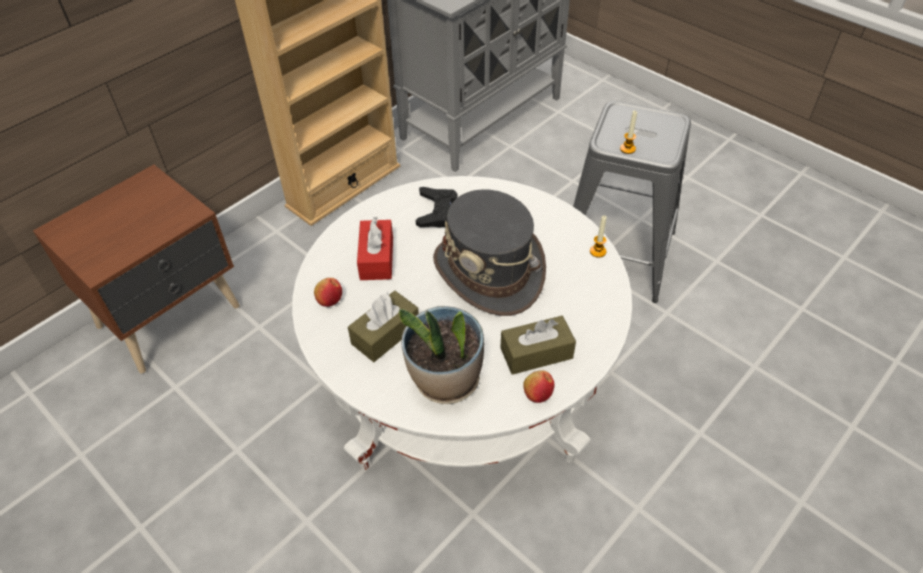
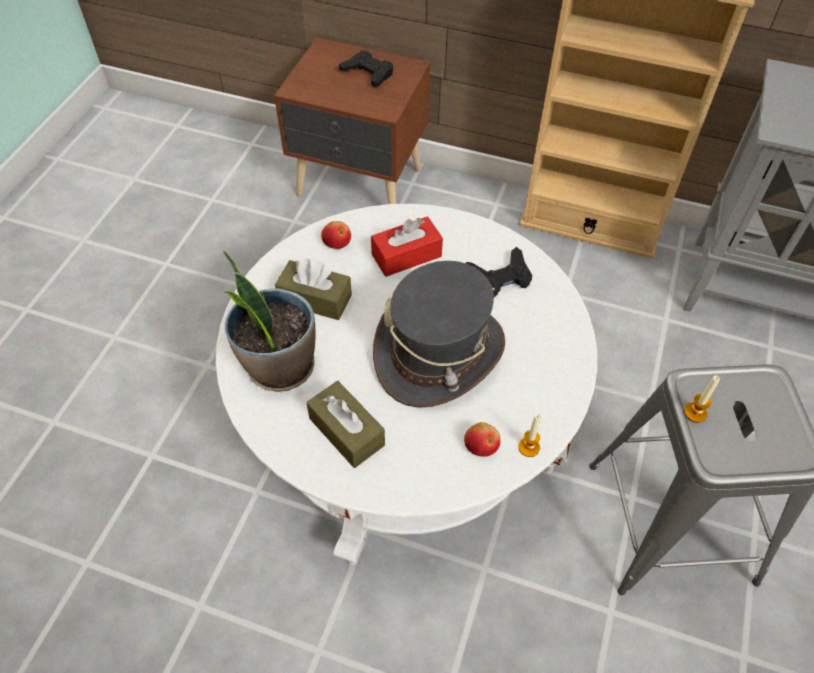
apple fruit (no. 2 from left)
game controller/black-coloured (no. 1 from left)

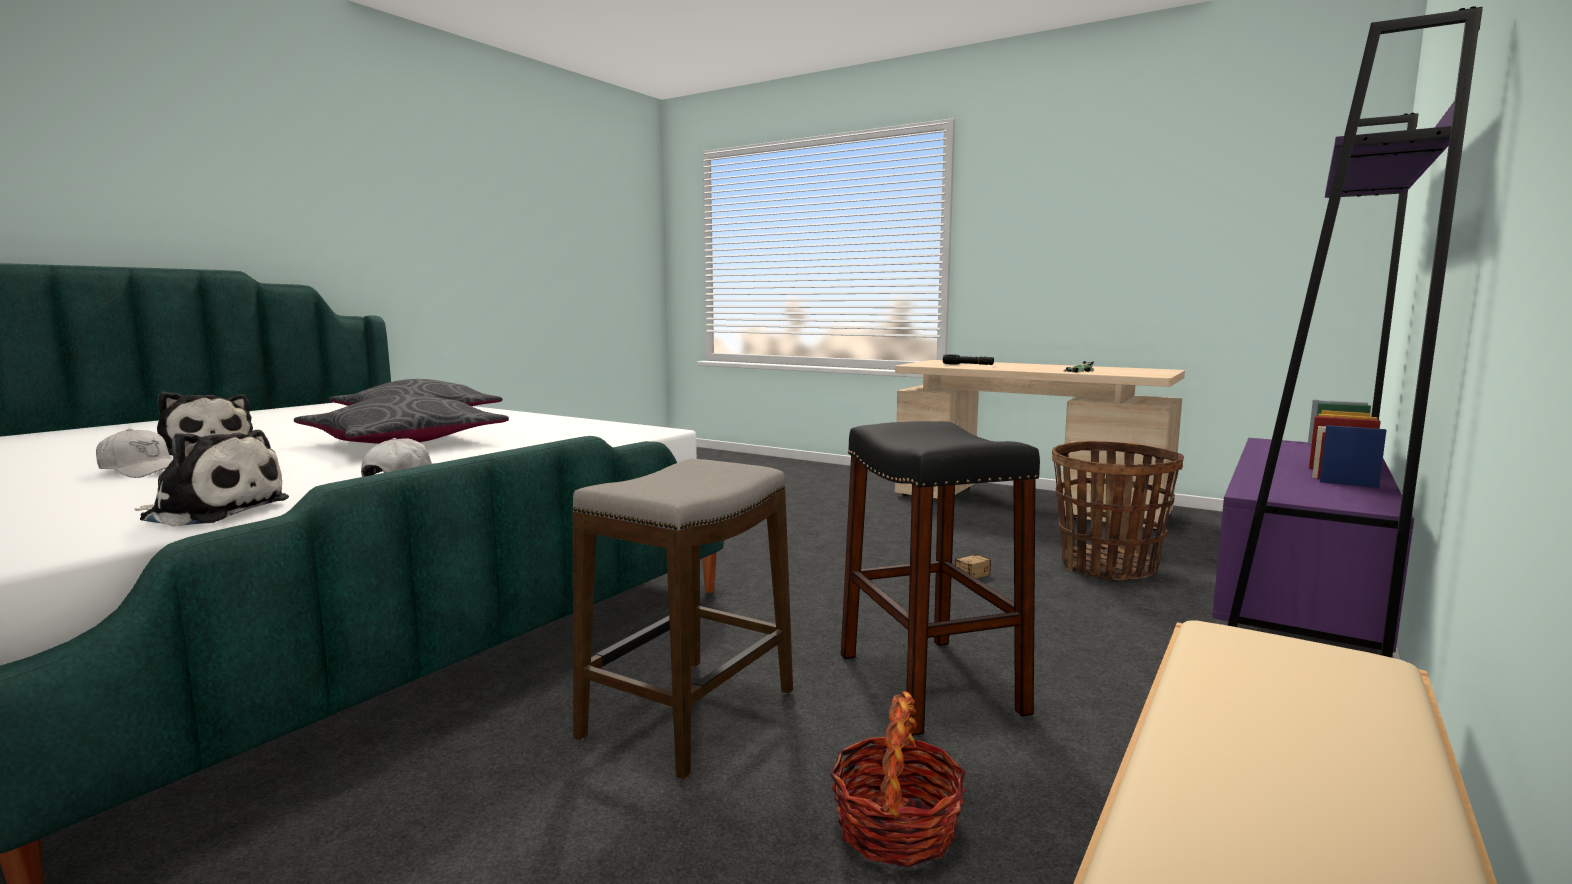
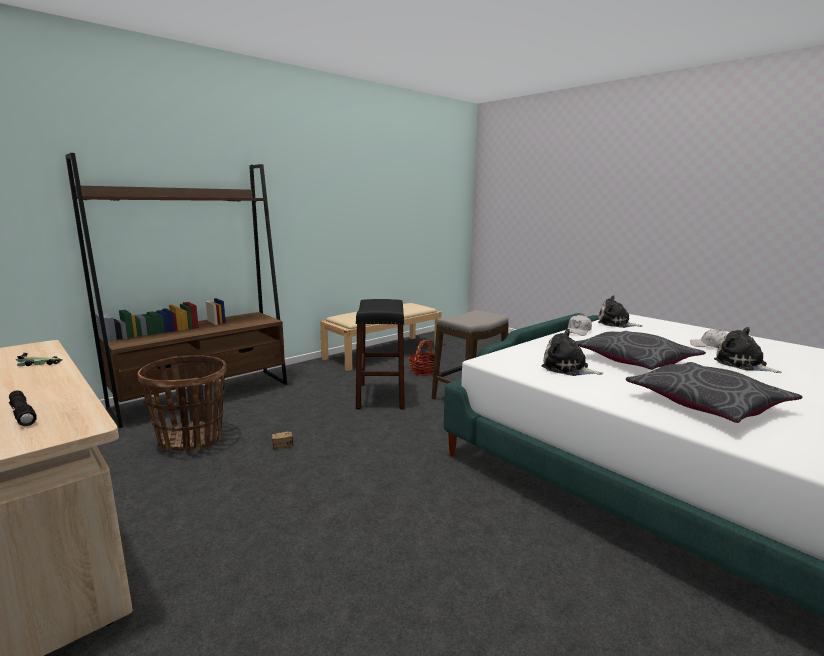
bookshelf/brownish
cuddly toy (no. 1 from left)

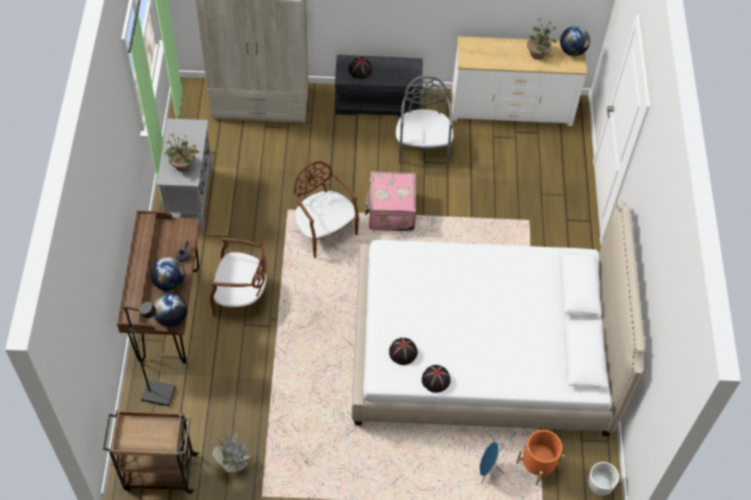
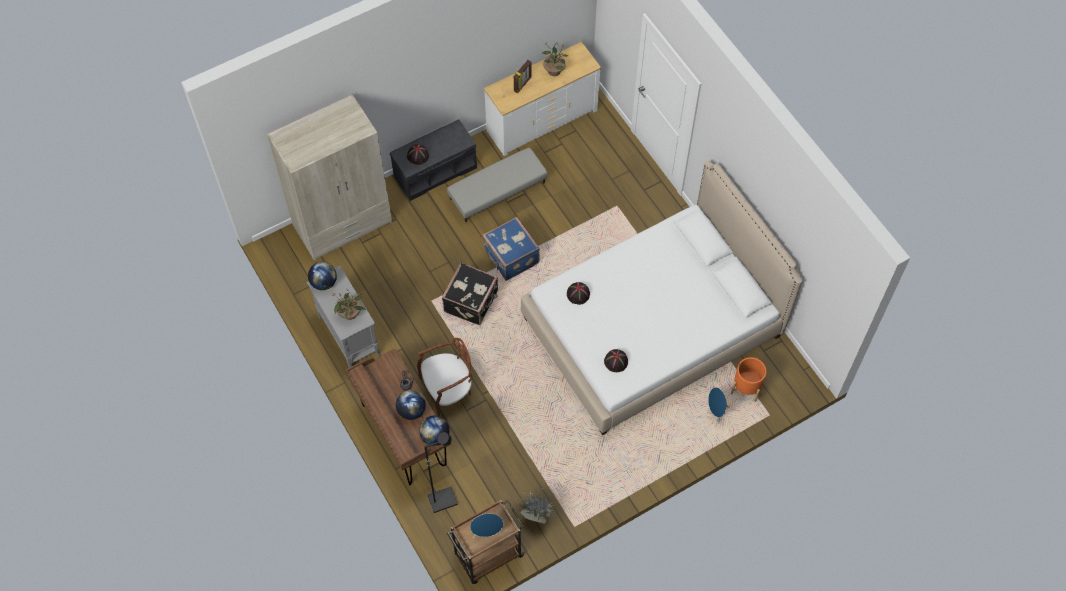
travel case/black-coloured
travel case/blue
pouffe/grey
hat/black-coloured (no. 2 from left)
desk globe (no. 1 from left)
planter/white-coloured
audio speaker/blue (no. 1 from left)
photo frame

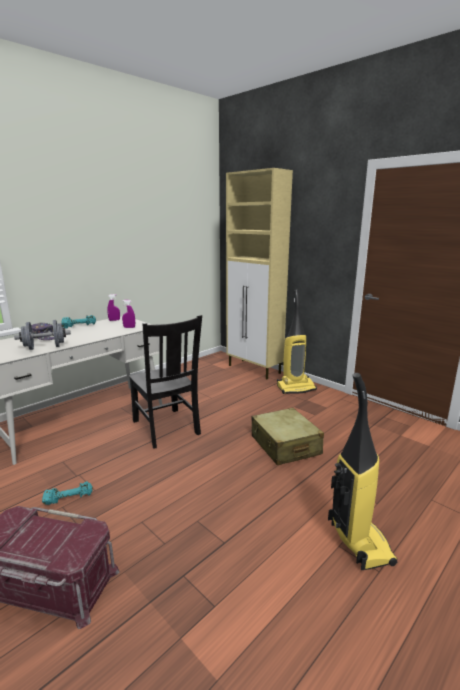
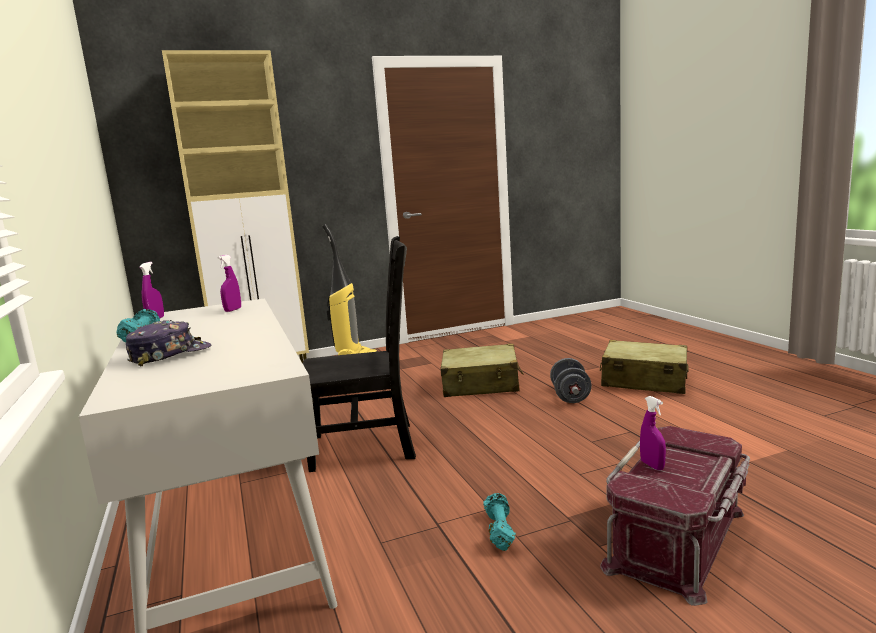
free weight/grey
travel case/beige (no. 2 from left)
hand sprayer/purple-coloured (no. 3 from left)

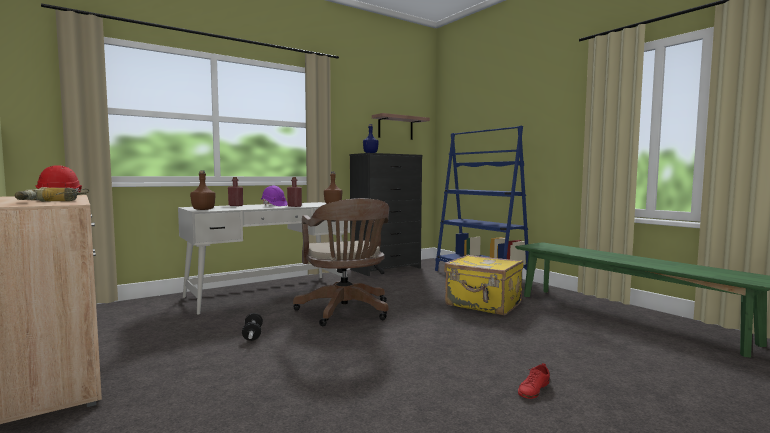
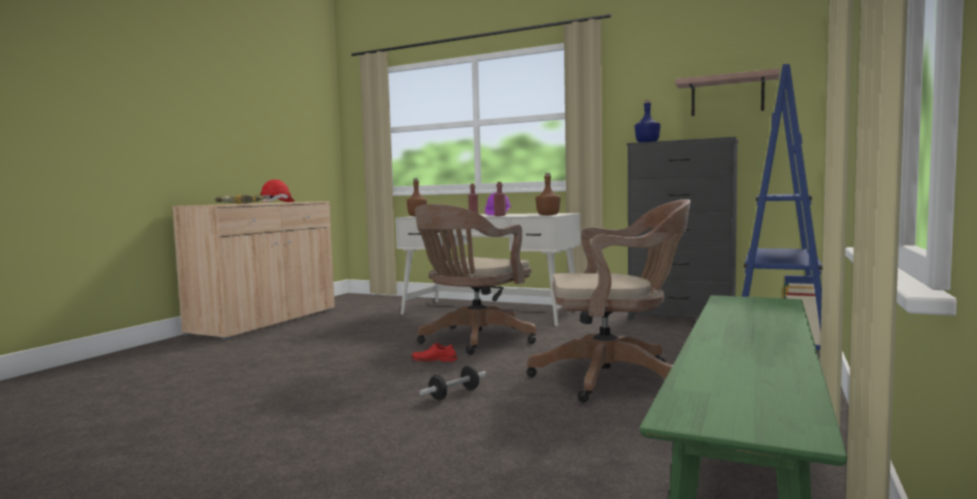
free weight
computer chair/brownish (no. 2 from left)
low shoe/reddish

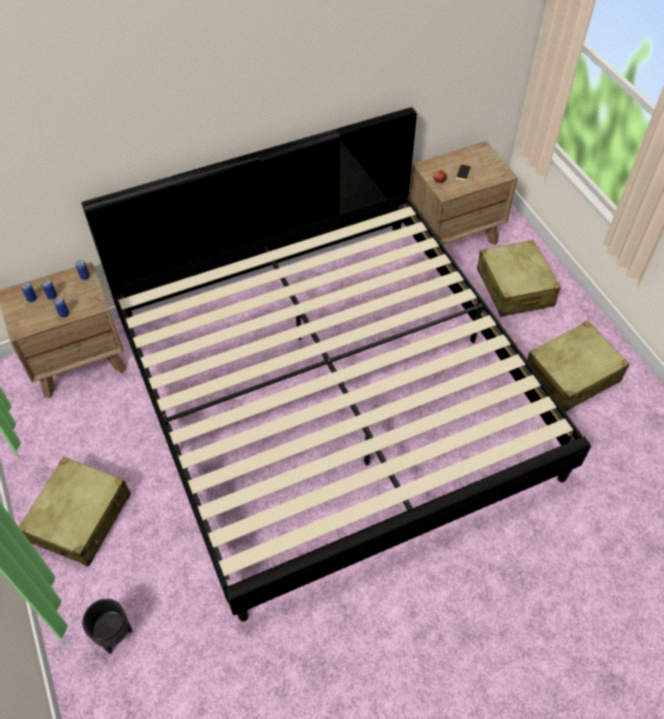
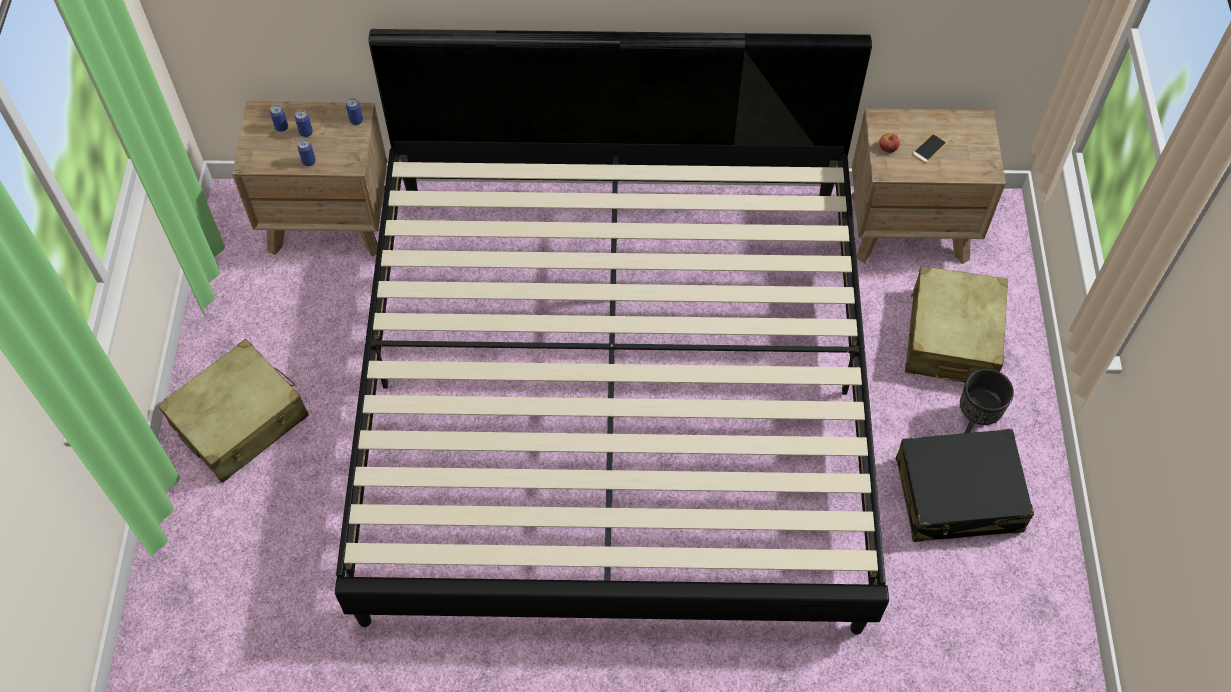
planter/black-coloured
travel case/black-coloured

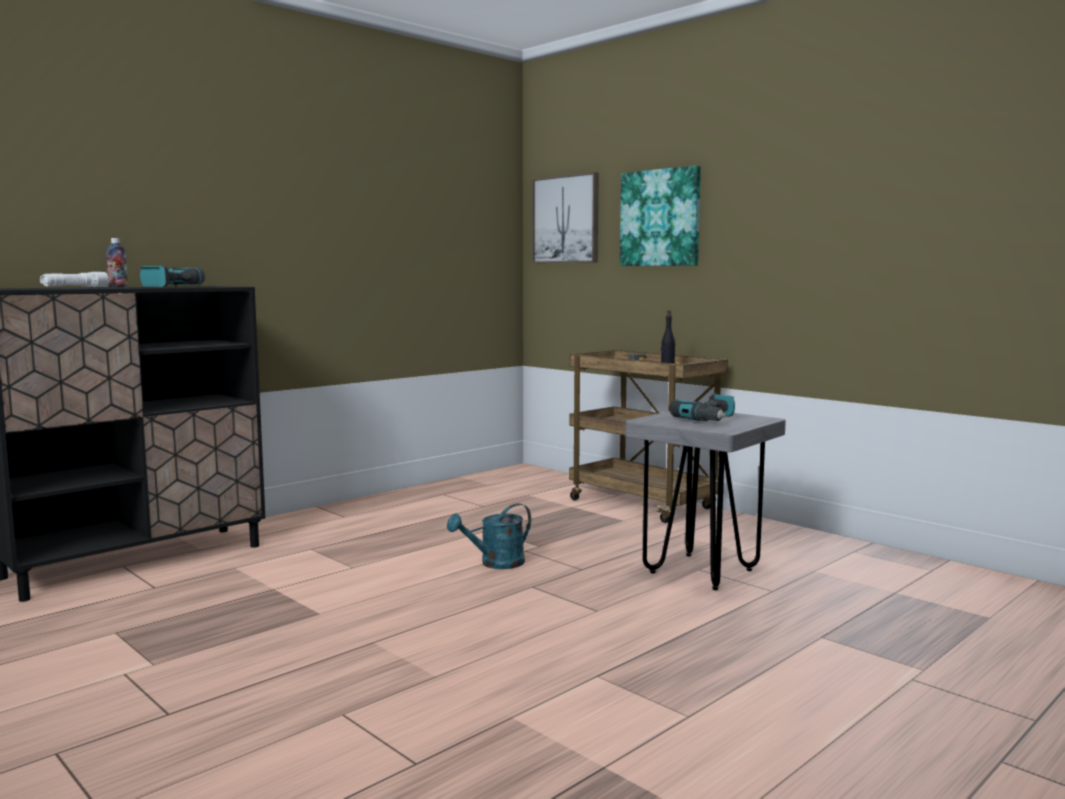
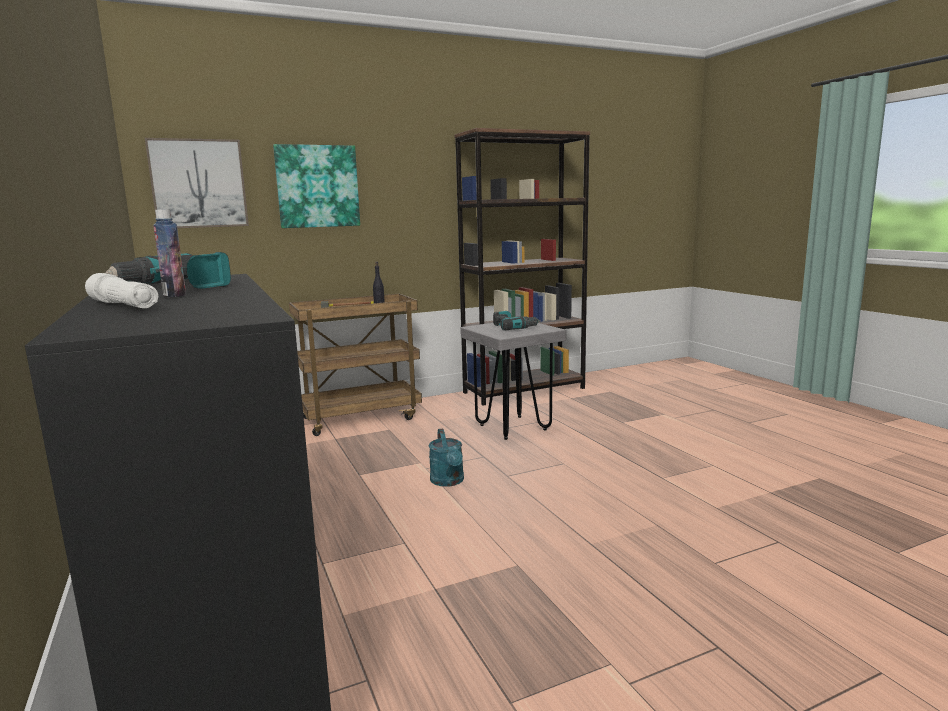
bookshelf/brownish

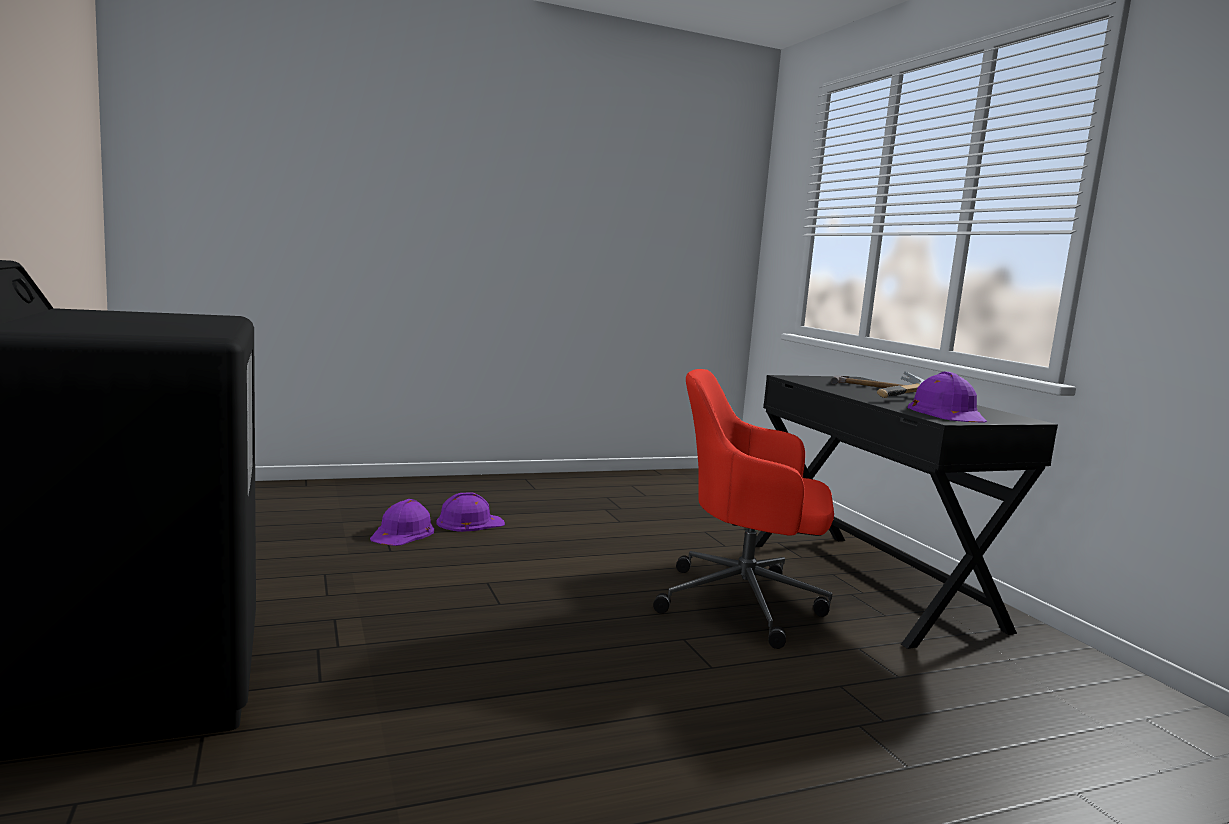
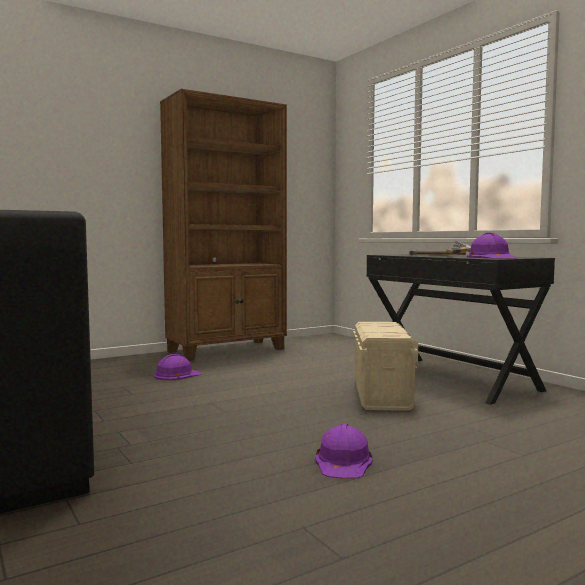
hard hat/purple-coloured (no. 2 from left)
storage container/beige
bookshelf/brownish

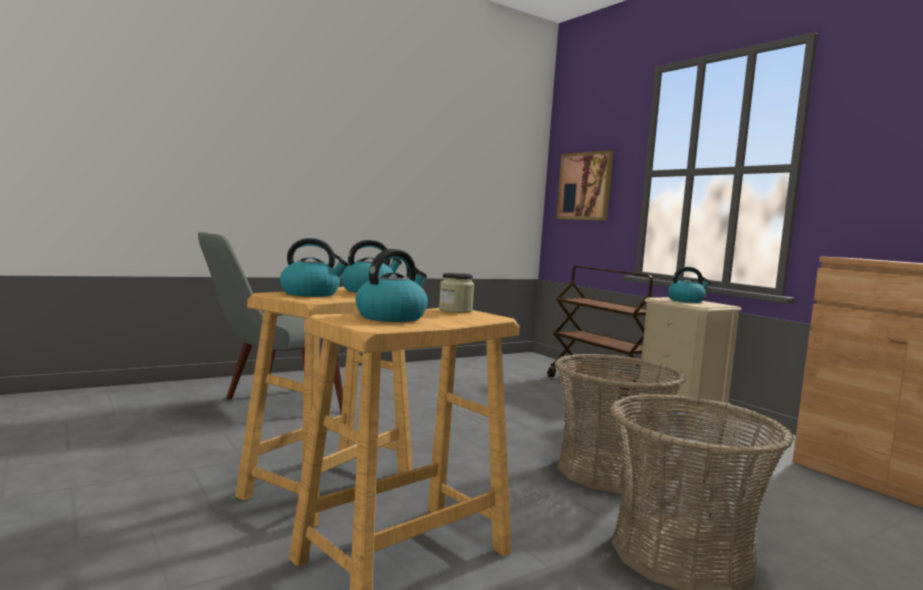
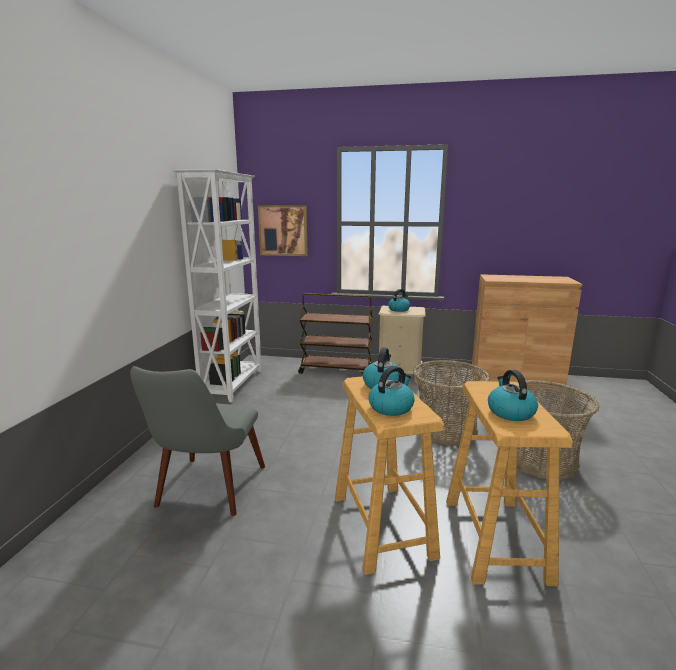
preserve jar
bookshelf/white-coloured

